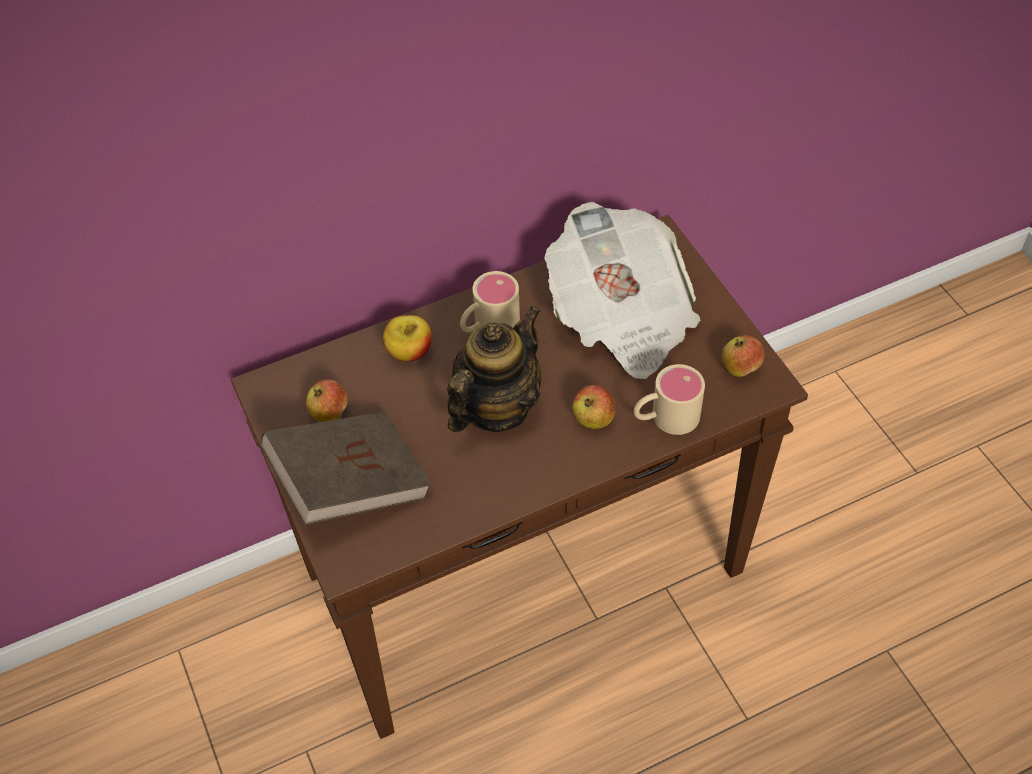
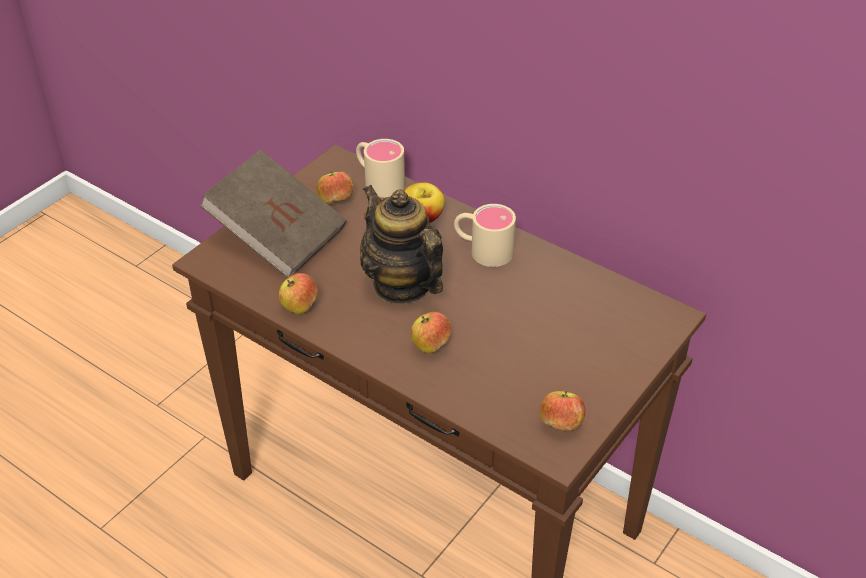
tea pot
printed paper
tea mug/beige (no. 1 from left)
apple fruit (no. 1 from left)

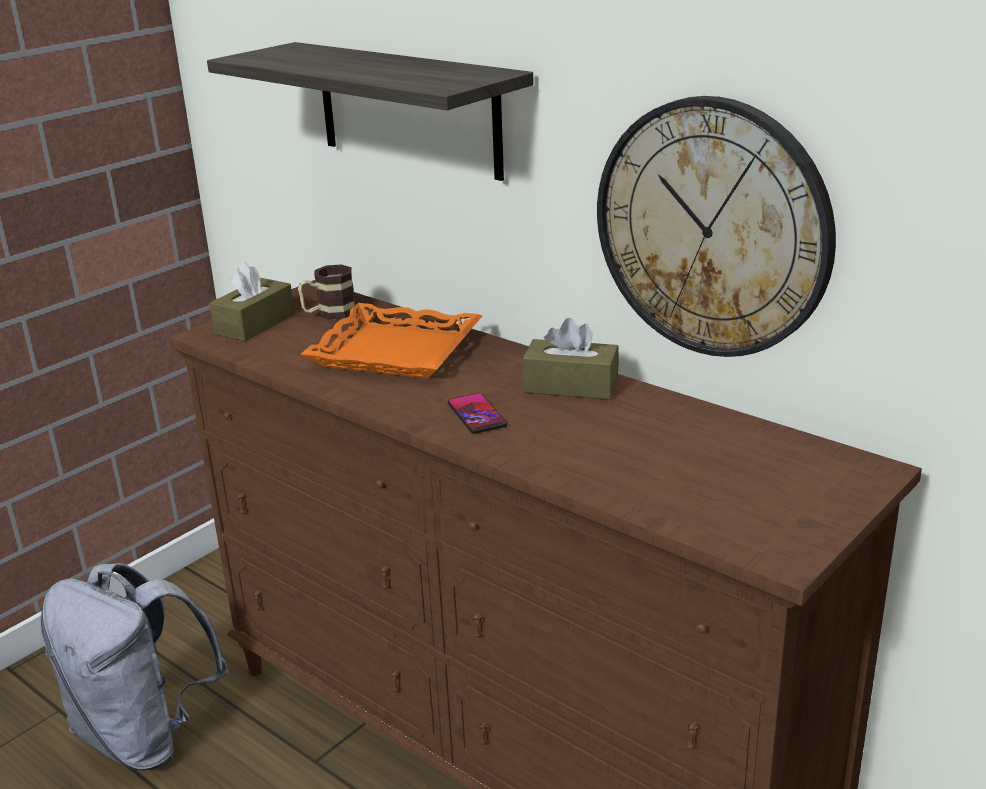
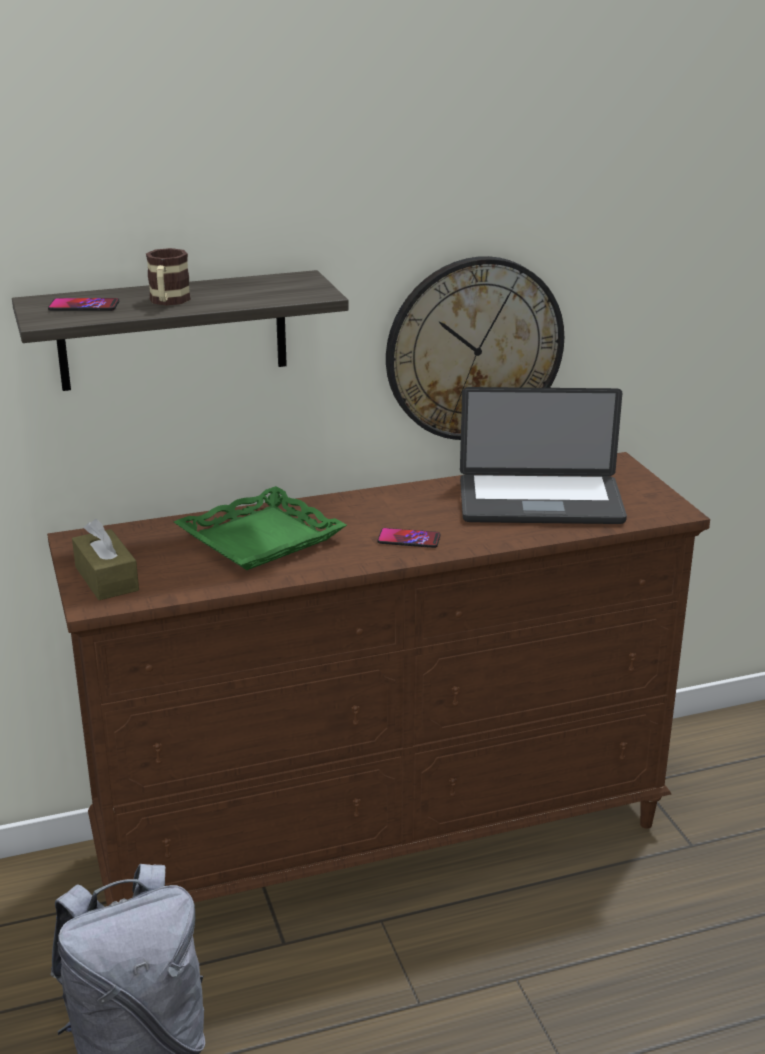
tea mug
serving tray/greenish
box of tissues/brownish (no. 2 from left in the first image)
handset (no. 1 from left)
notebook computer

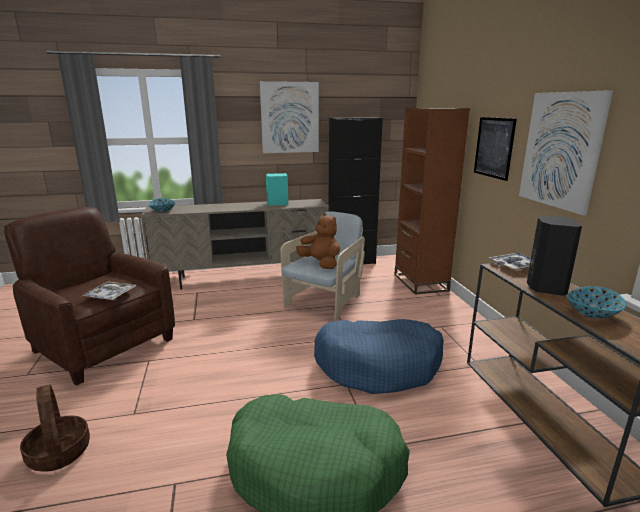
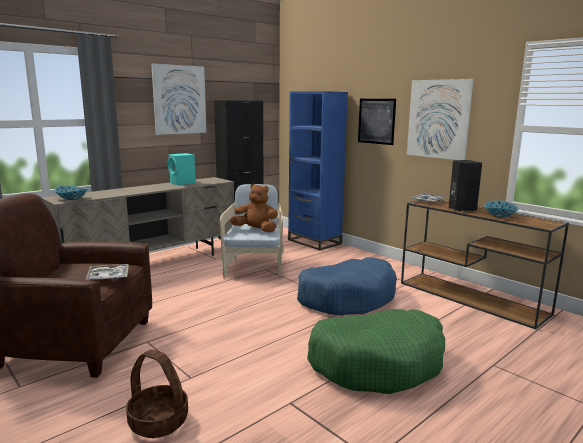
bookshelf/blue

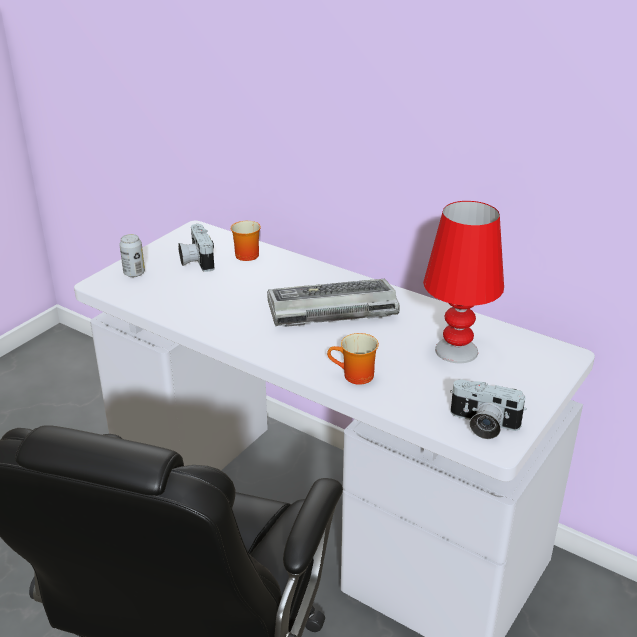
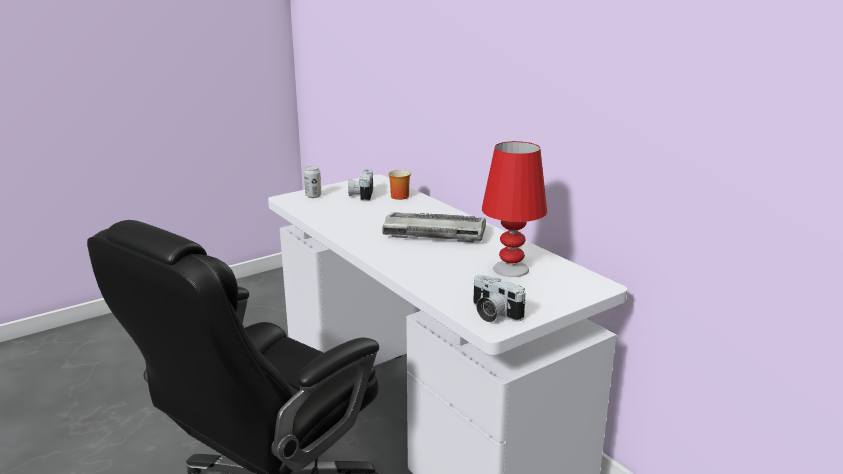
tea mug (no. 2 from left in the first image)

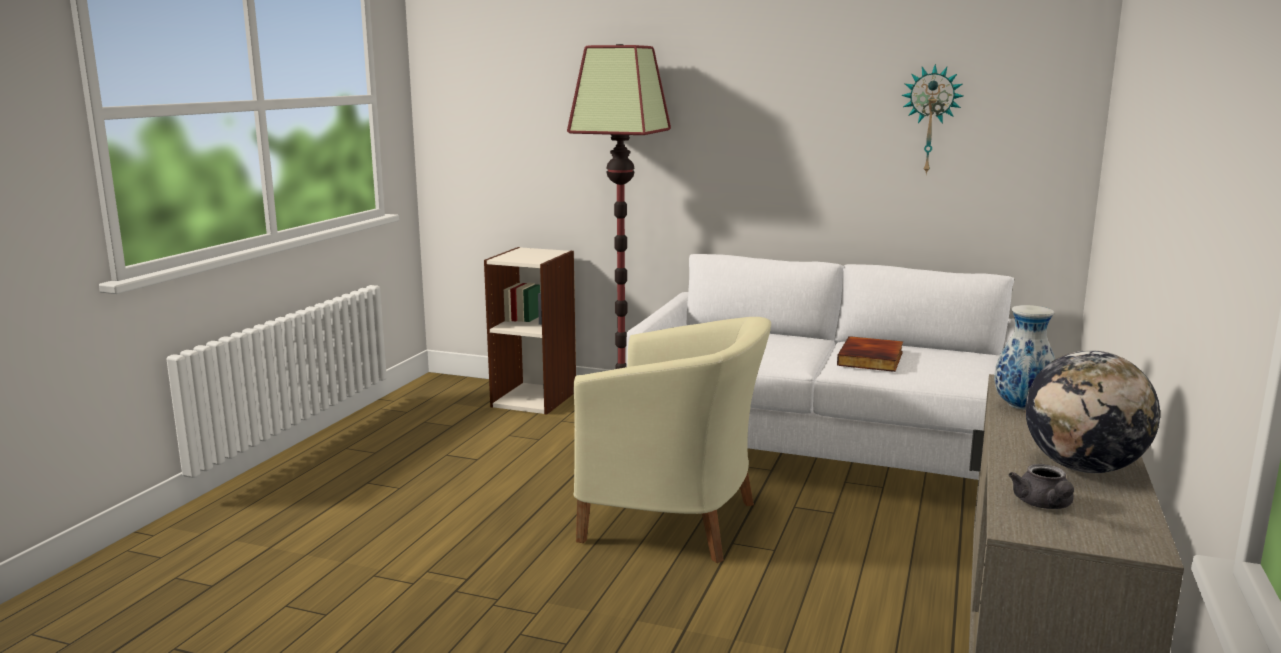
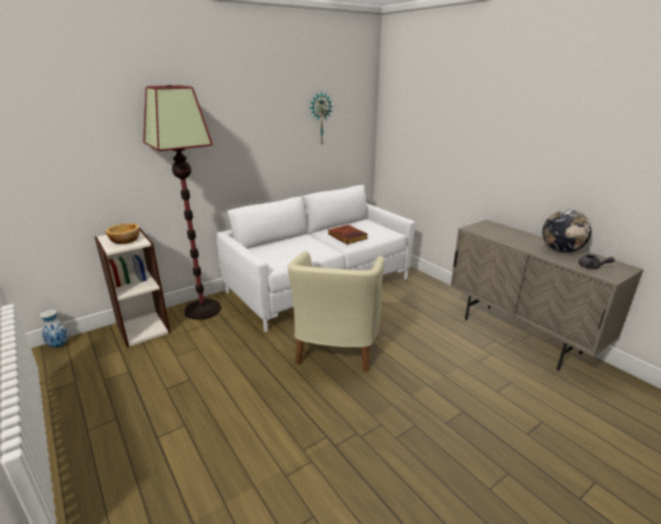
lounge chair/beige
flower vase
serving bowl

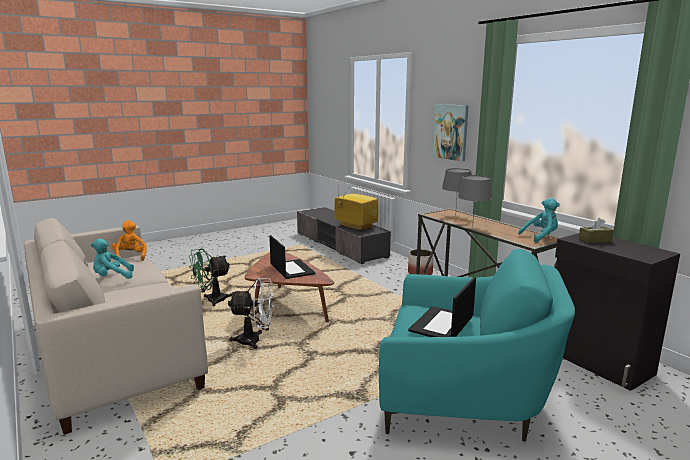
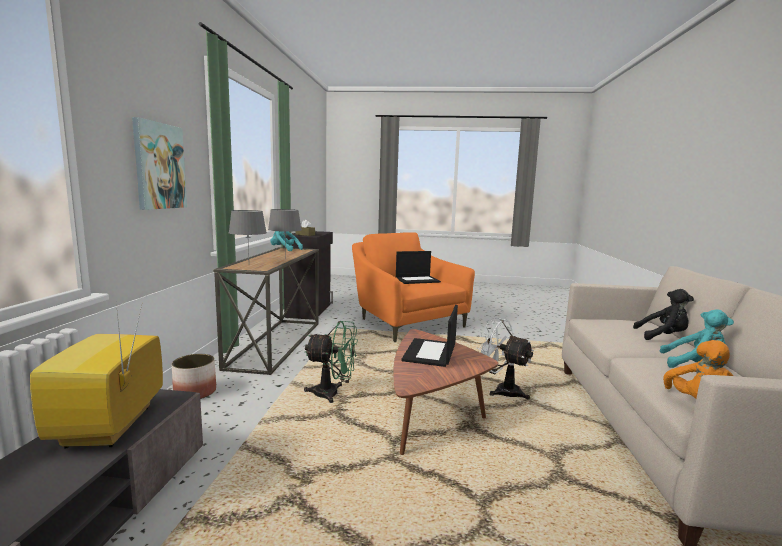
cooling fan/greenish
lounge chair/orangey
cuddly toy/black-coloured

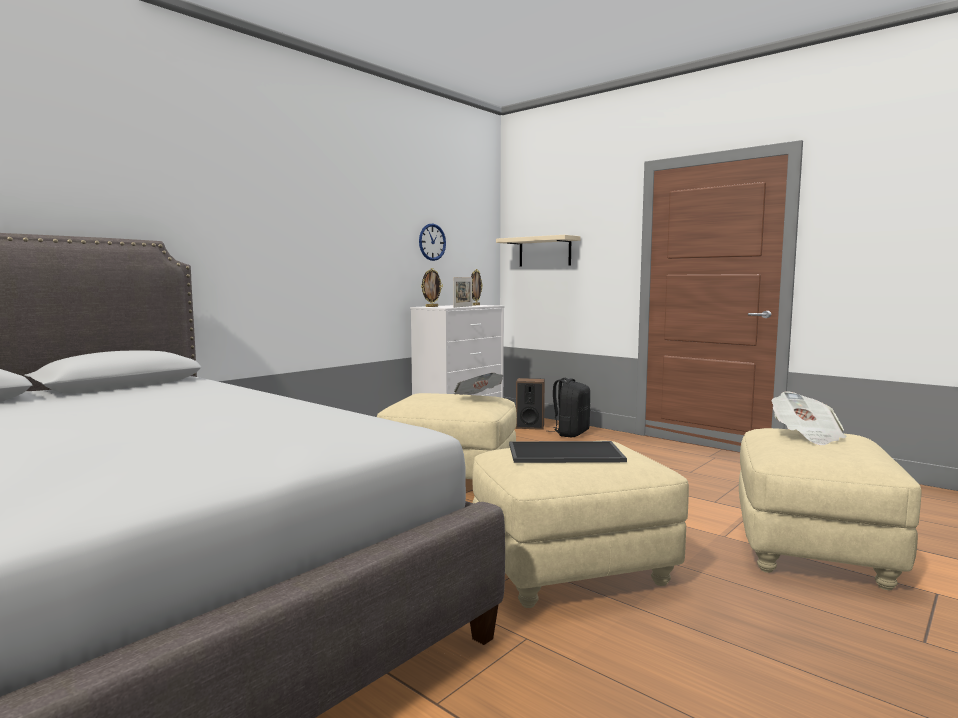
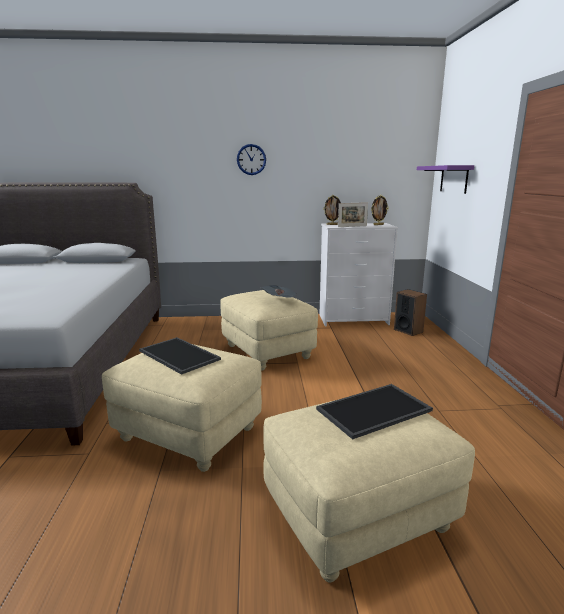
hanging clock
wall shelf/purple-coloured
backpack/black-coloured
serving tray (no. 2 from left)

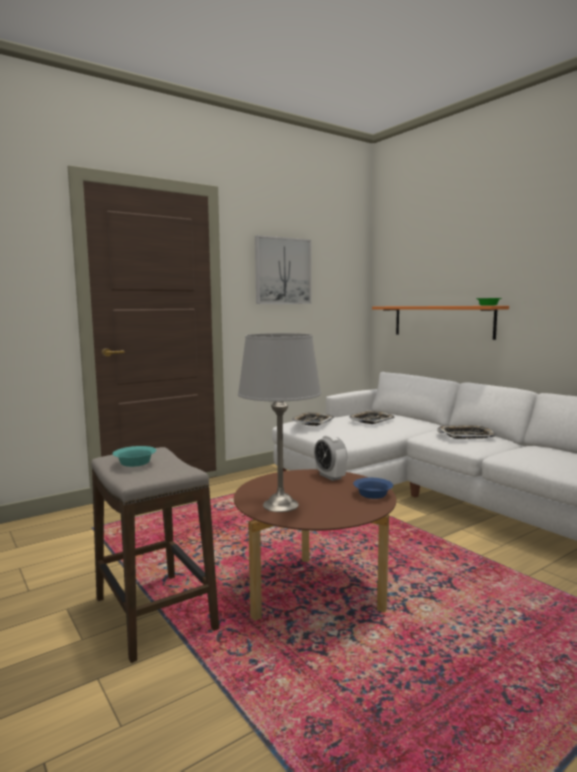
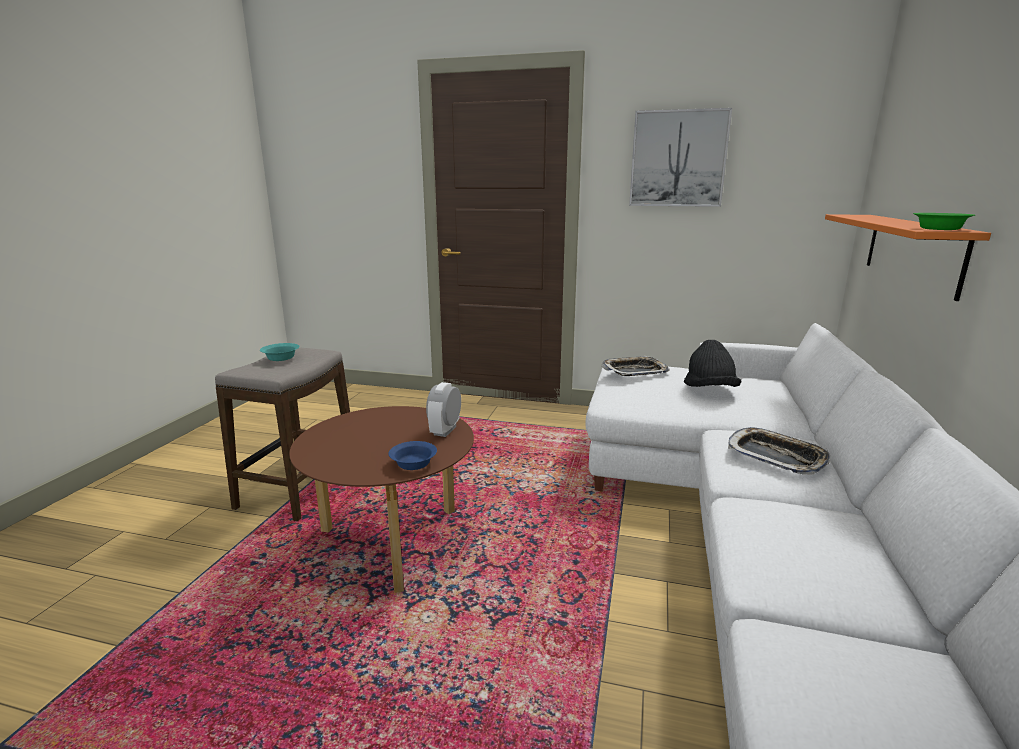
lamp for a table/grey
hat/black-coloured

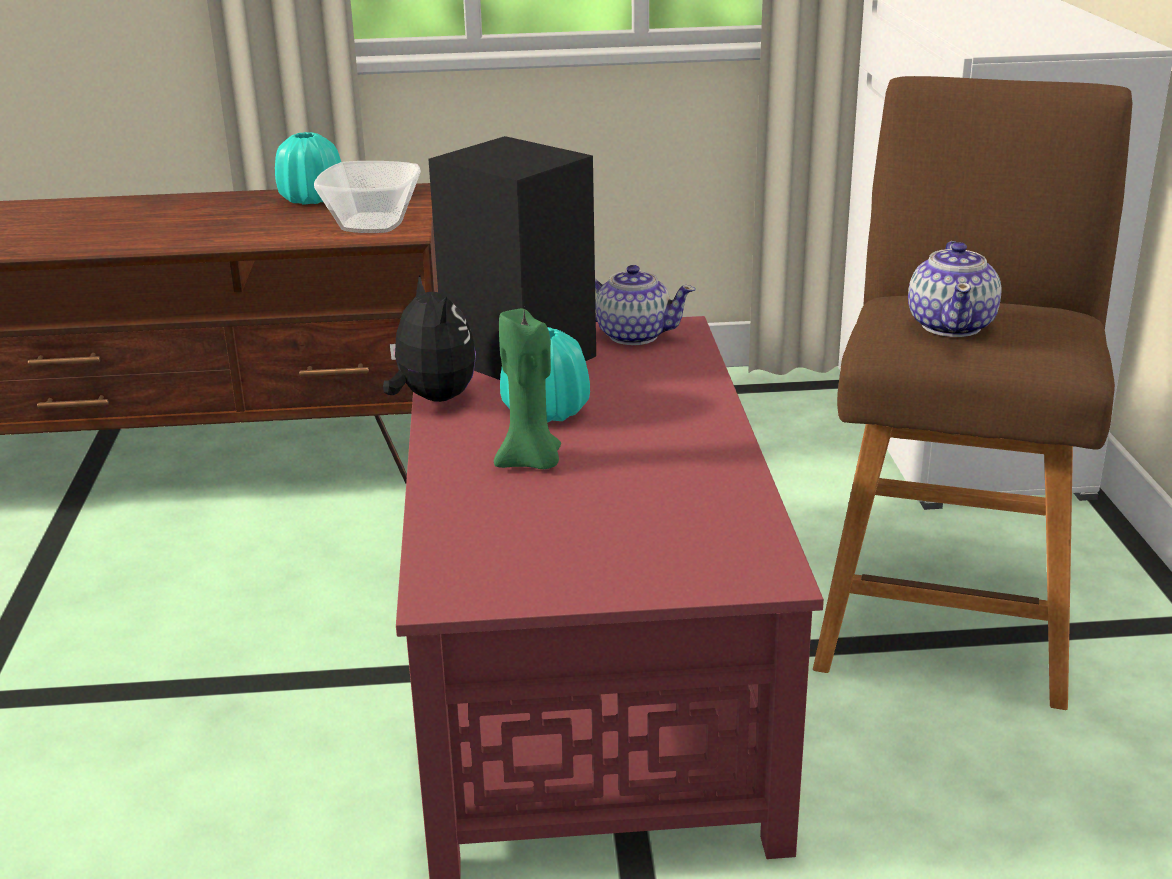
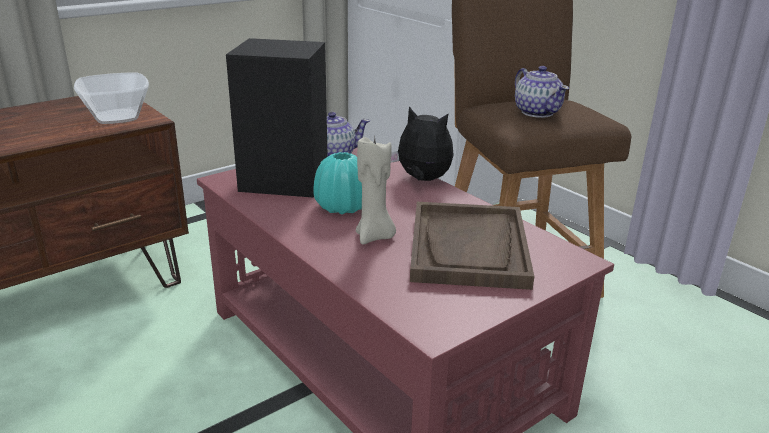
flower vase/turquoise (no. 1 from left in the first image)
cuddly toy
wax light/beige
serving tray/brownish

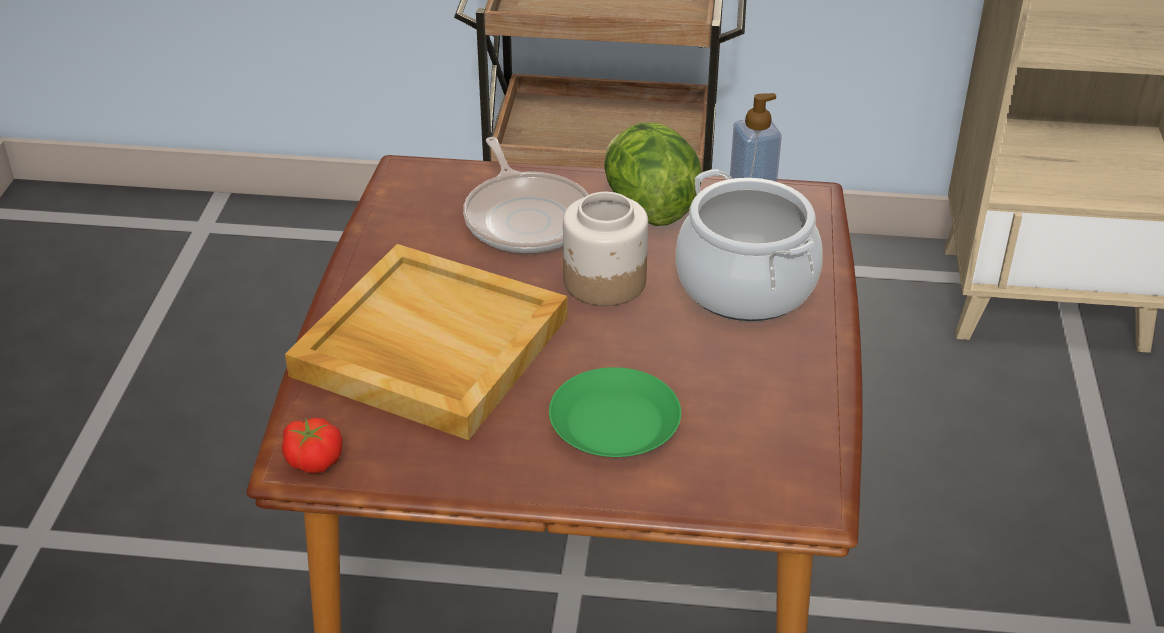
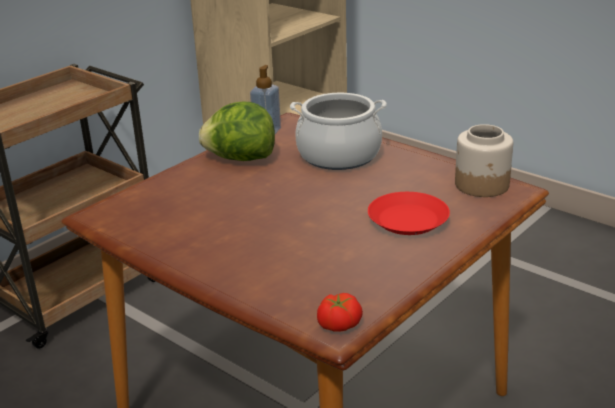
serving tray/beige
pan
flat dish/reddish
preserve jar

